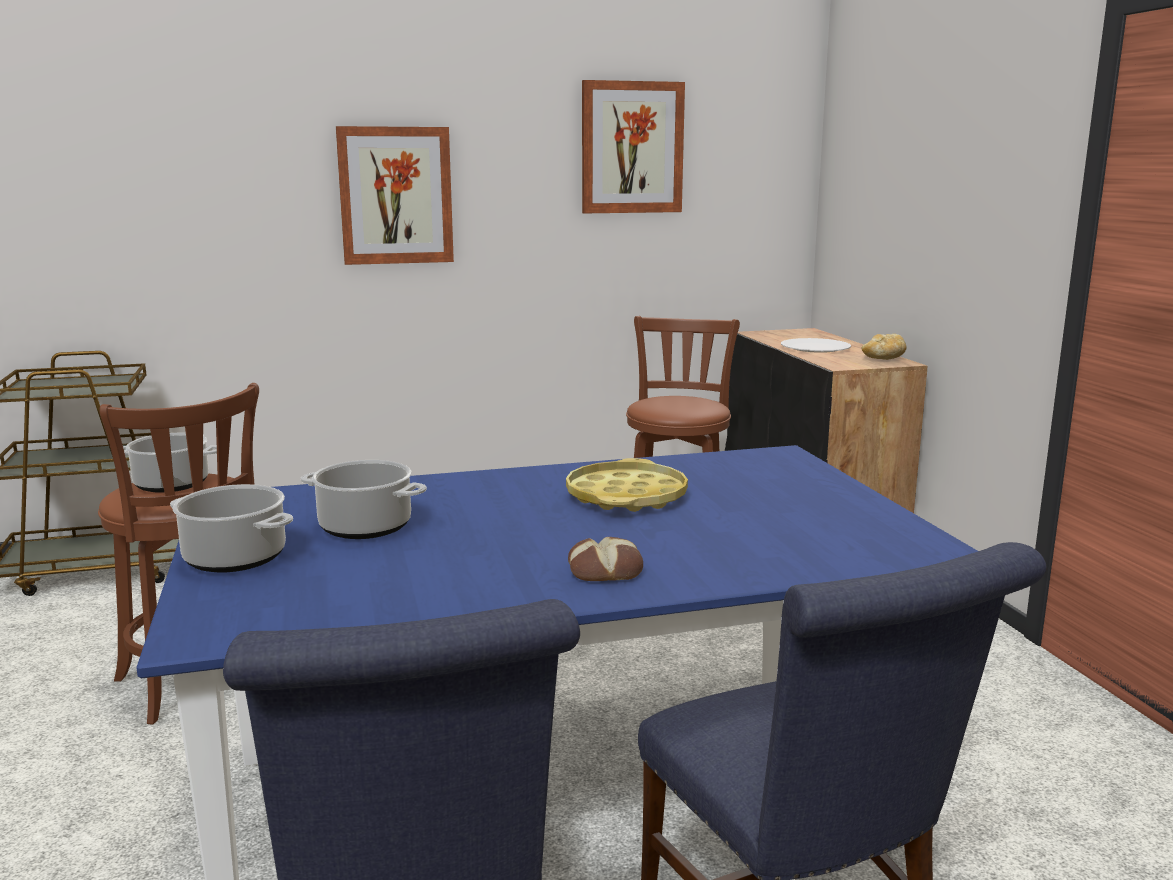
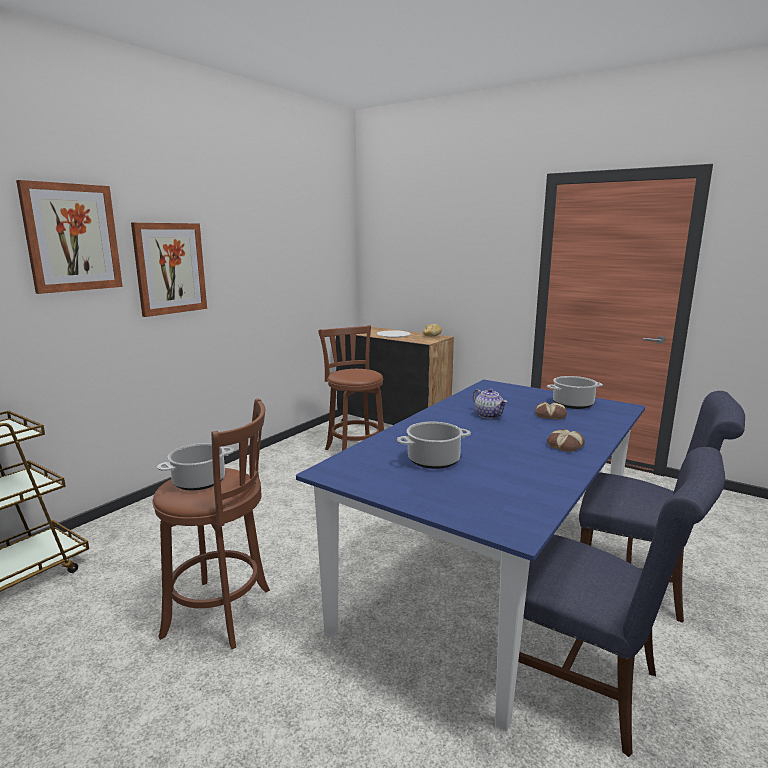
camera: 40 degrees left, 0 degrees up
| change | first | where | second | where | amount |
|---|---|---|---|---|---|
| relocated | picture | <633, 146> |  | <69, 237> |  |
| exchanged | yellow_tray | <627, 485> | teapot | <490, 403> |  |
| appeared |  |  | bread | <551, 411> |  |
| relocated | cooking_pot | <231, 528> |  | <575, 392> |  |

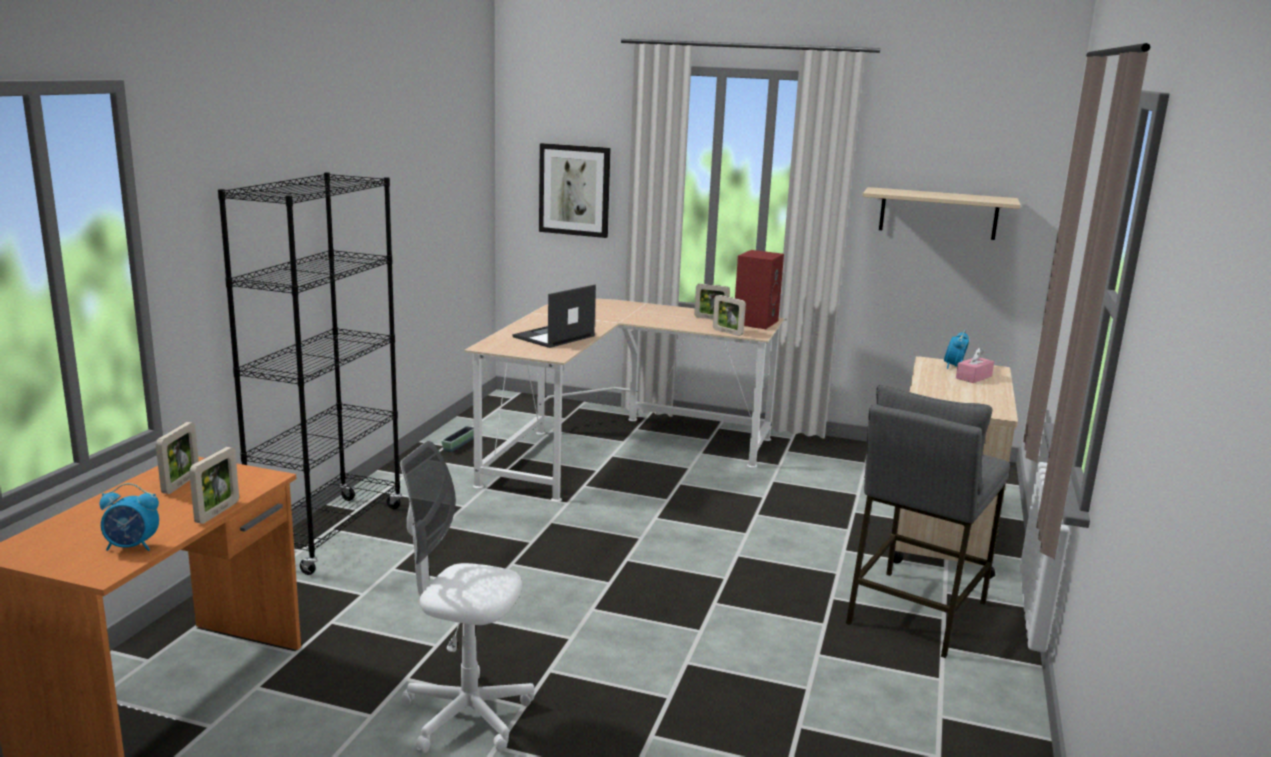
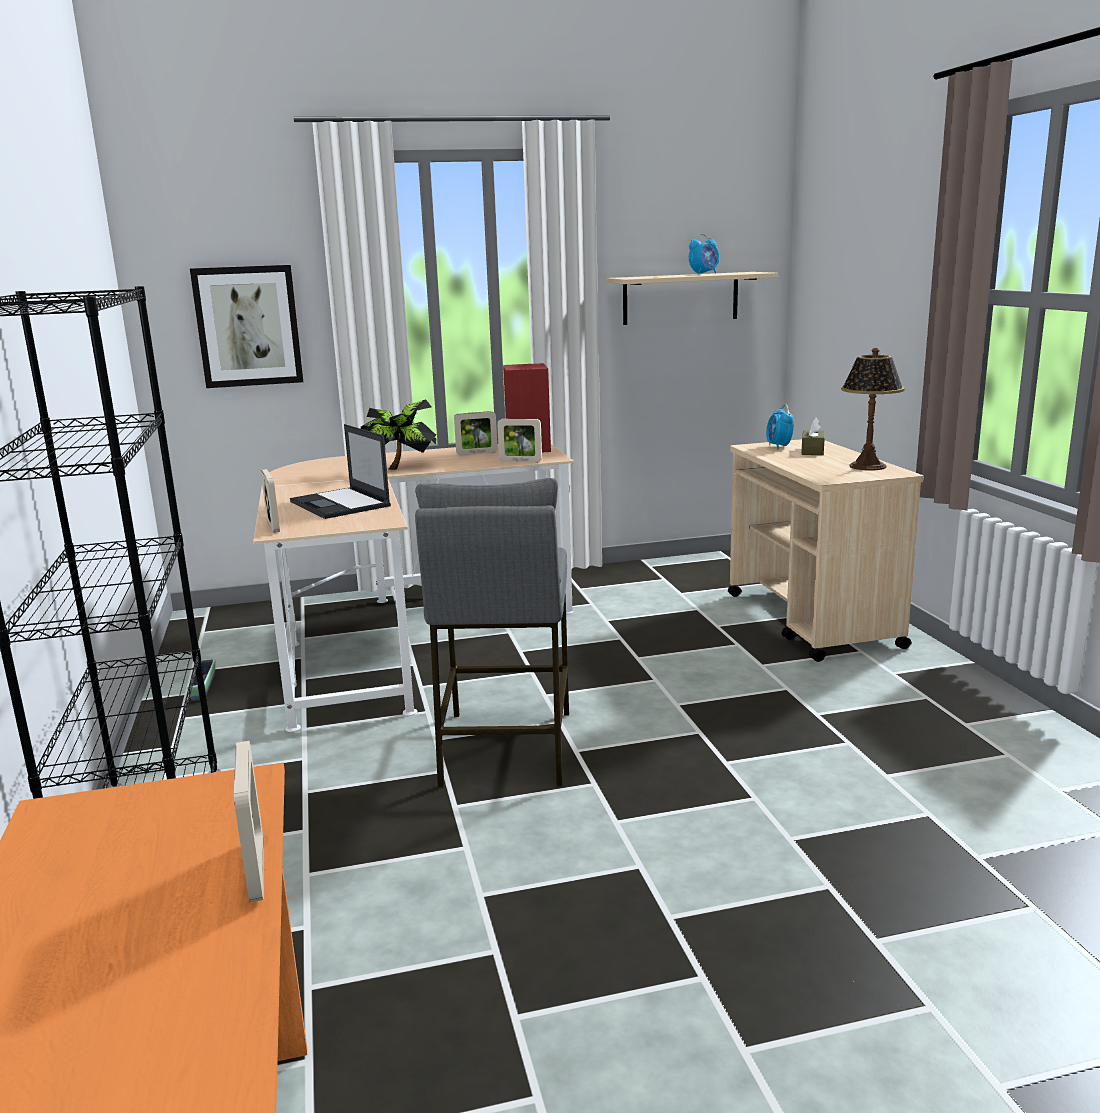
camera: 30 degrees left, 0 degrees up
| change | first | where | second | where | amount |
|---|---|---|---|---|---|
| relocated | picture_frame | <177, 458> |  | <270, 501> |  |
| spun | laptop | <554, 316> |  | <340, 471> | 45 degrees counterclockwise |
| appeared |  |  | potted_plant | <398, 434> |  |
| relocated | grey_stool | <928, 521> |  | <492, 633> |  |
| relocated | alarm_clock | <129, 517> |  | <704, 254> |  |
| colour | pink_tissue_box | <975, 365> | brown_tissue_box | <813, 436> |  |
| appeared |  |  | table_lamp | <873, 409> |  |
| missing | white_office_chair | <467, 597> |  |  |  |

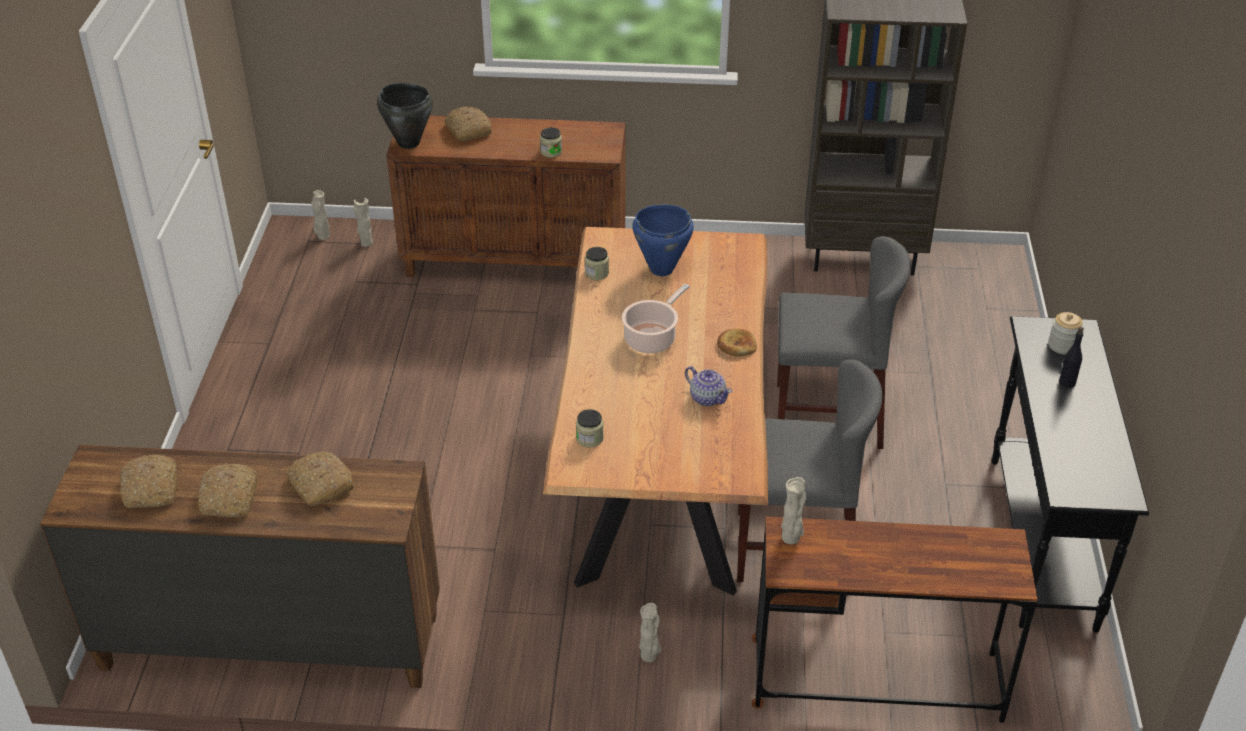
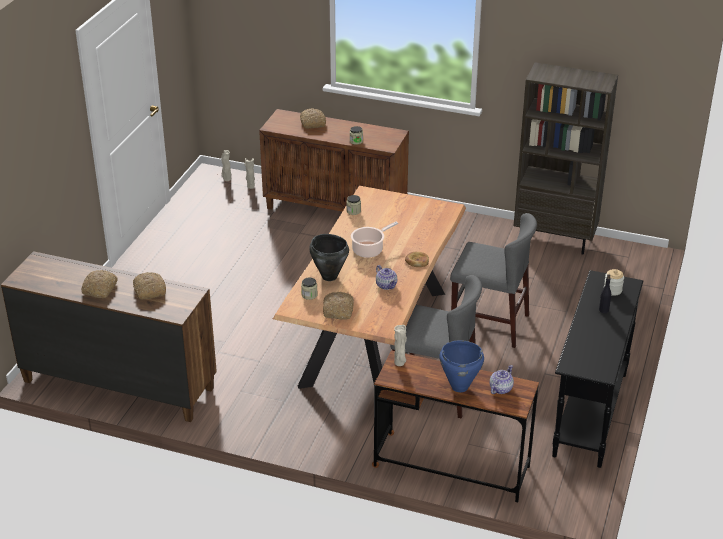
camera: 15 degrees right, 5 degrees down
| change | first | where | second | where | amount |
|---|---|---|---|---|---|
| relocated | black_cooking_pot | <405, 116> |  | <329, 257> |  |
| relocated | bread | <148, 481> |  | <338, 306> |  |
| relocated | blue_cooking_pot | <663, 240> |  | <461, 366> |  |
| appeared |  |  | teapot | <501, 379> |  |
| missing | beige_vase | <650, 632> |  |  |  |

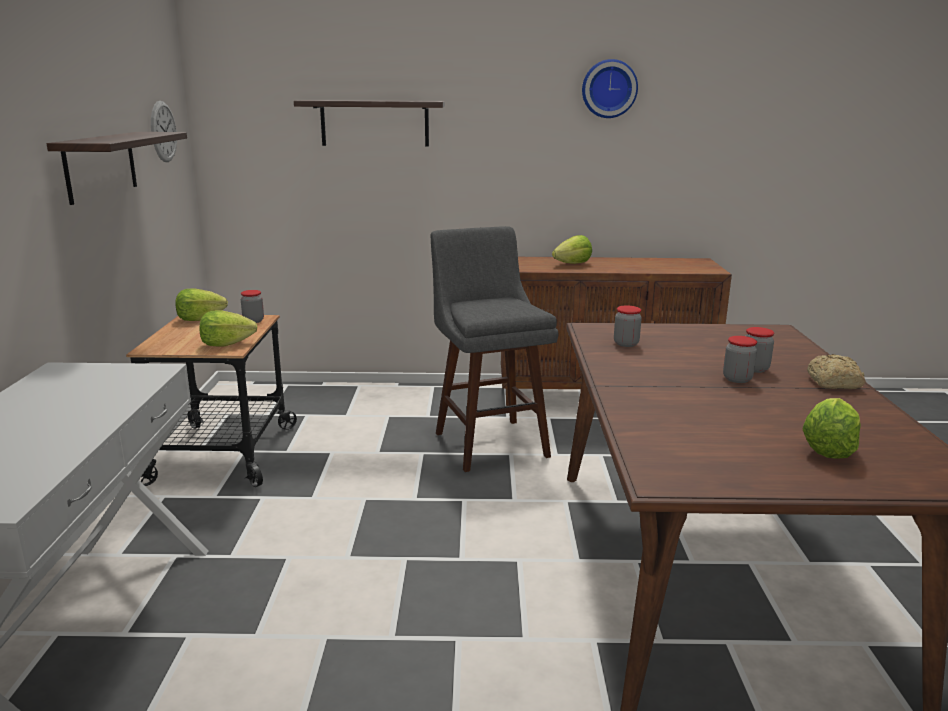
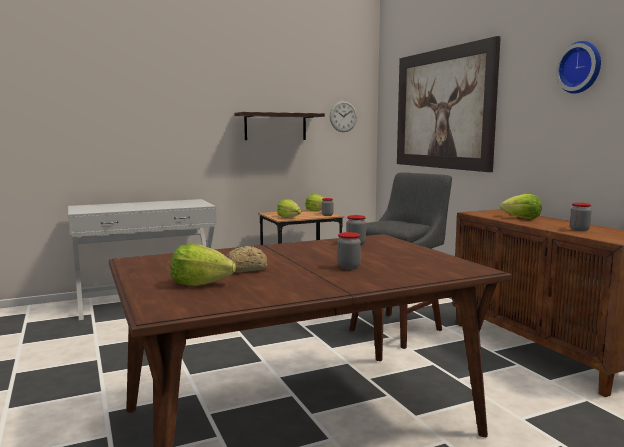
camera: 65 degrees right, 10 degrees down
| change | first | where | second | where | amount |
|---|---|---|---|---|---|
| relocated | bread | <836, 371> |  | <246, 259> |  |
| exchanged | shelf | <369, 123> | picture | <449, 104> |  |
| relocated | jar | <740, 359> |  | <581, 217> |  |

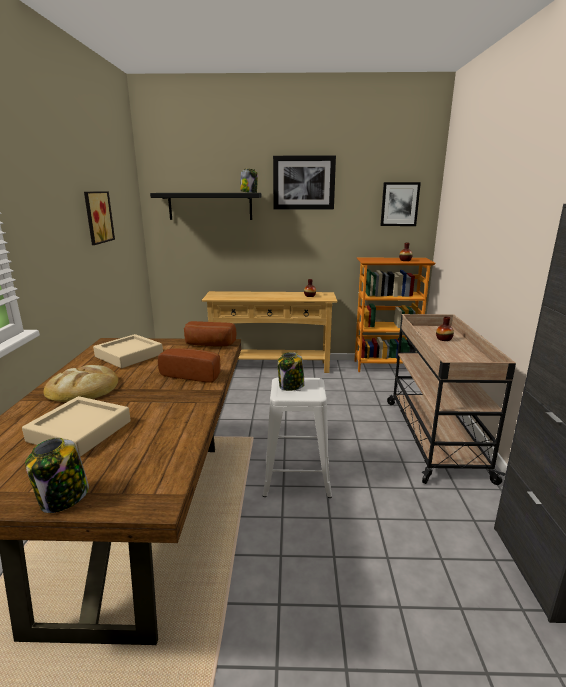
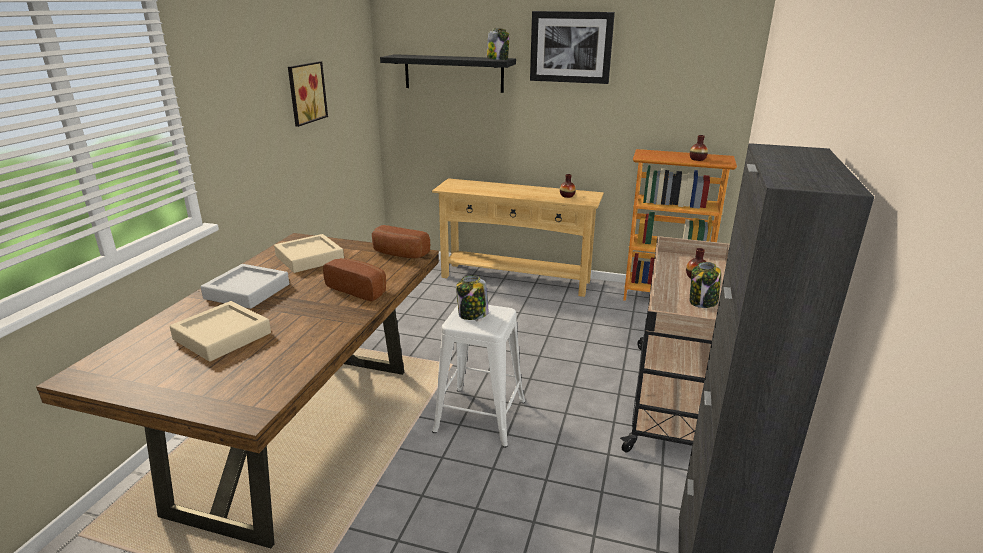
camera: 15 degrees right, 5 degrees up
| change | first | where | second | where | amount |
|---|---|---|---|---|---|
| exchanged | bread | <80, 383> | grey_tray | <245, 286> |  |
| relocated | jar | <57, 475> |  | <705, 285> |  |
| missing | picture | <400, 204> |  |  |  |

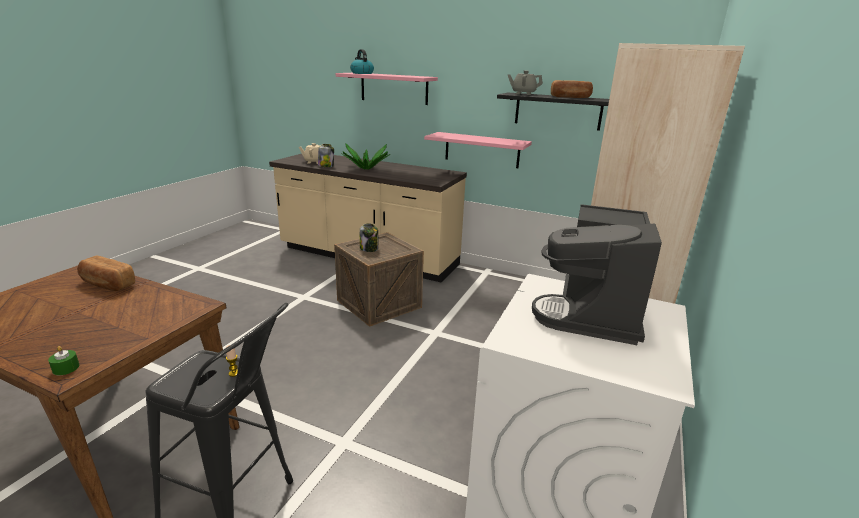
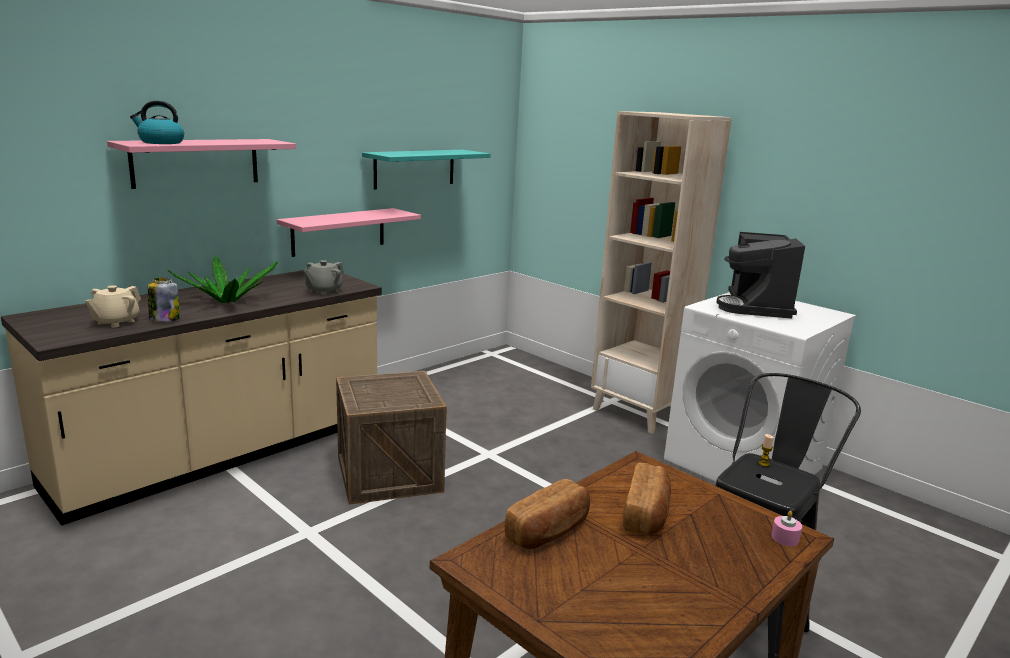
camera: 70 degrees left, 5 degrees down
| change | first | where | second | where | amount |
|---|---|---|---|---|---|
| relocated | grey_teapot | <525, 82> |  | <323, 277> |  |
| colour | black_shelf | <553, 112> | turquoise_shelf | <426, 170> |  |
| relocated | bread | <572, 89> |  | <647, 499> |  |
| spun | coffee_machine | <597, 274> |  | <760, 275> | 60 degrees clockwise |
| colour | green_candle | <63, 360> | pink_candle | <786, 528> |  |
| missing | jar | <369, 237> |  |  |  |

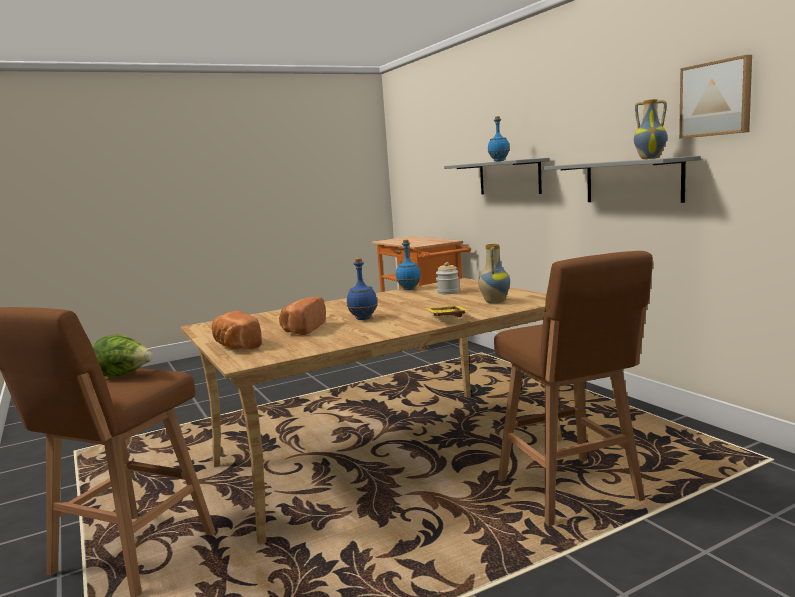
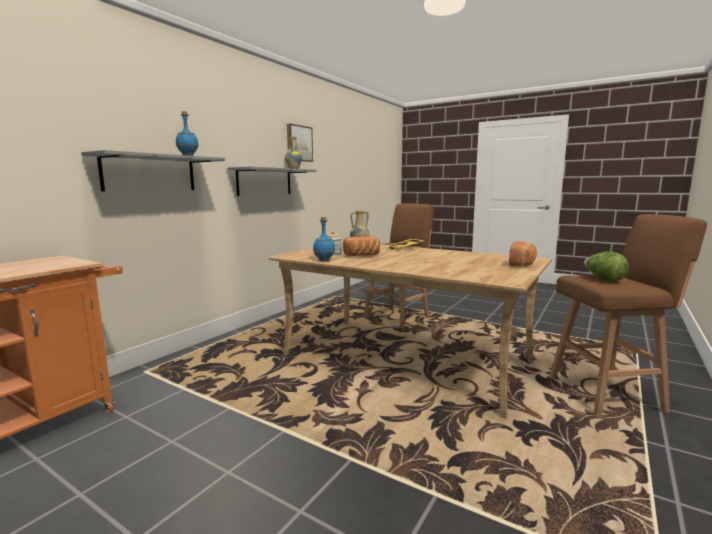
camera: 120 degrees left, 0 degrees up
| change | first | where | second | where | amount |
|---|---|---|---|---|---|
| relocated | bread | <302, 316> |  | <361, 246> |  |
| missing | blue_bottle | <362, 289> |  |  |  |

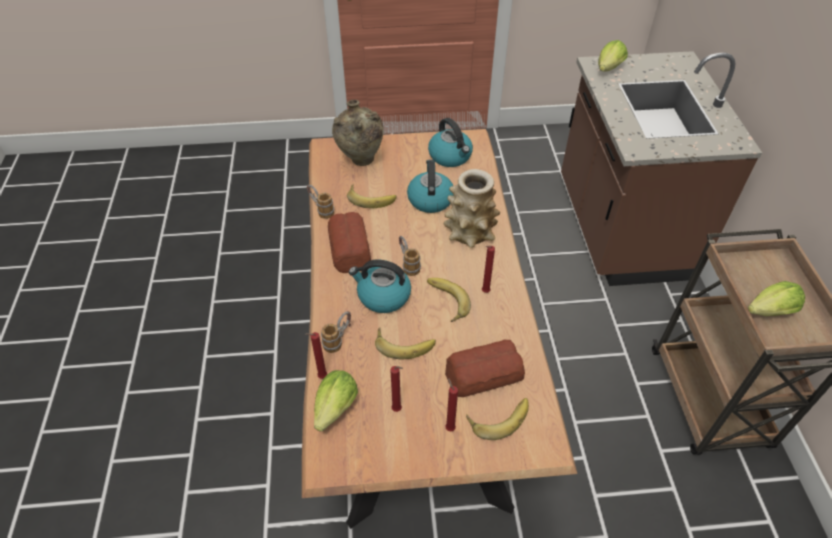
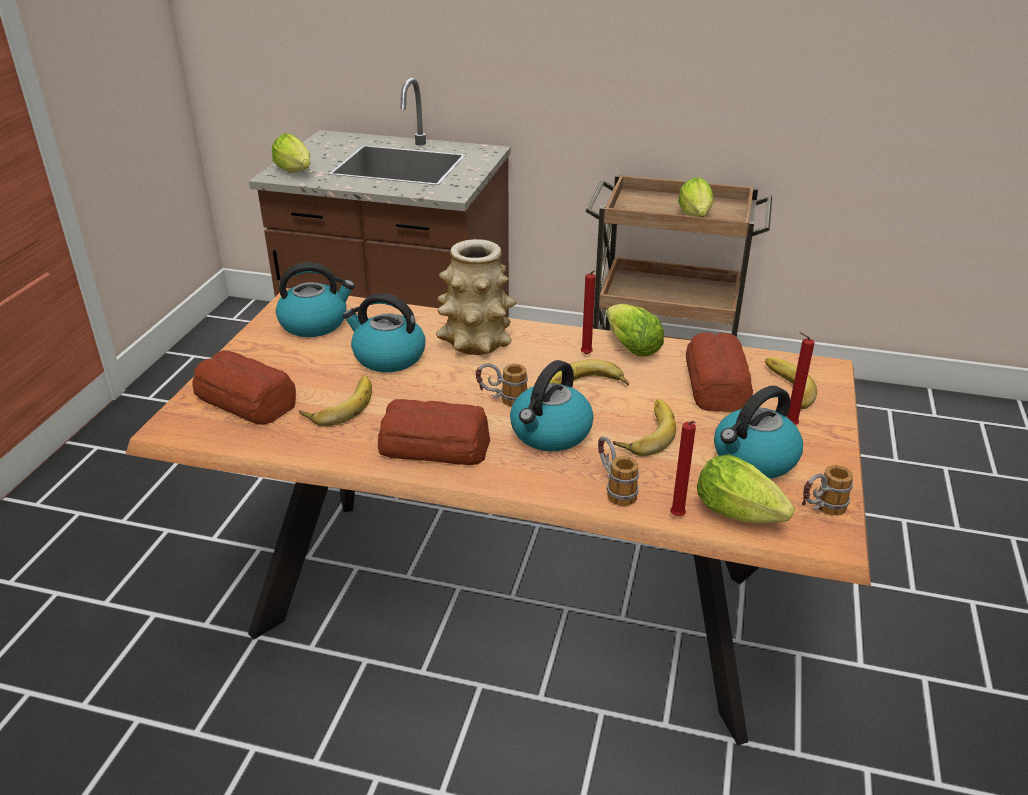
camera: 70 degrees left, 15 degrees down
| change | first | where | second | where | amount |
|---|---|---|---|---|---|
| exchanged | beige_vase | <358, 133> | bread | <244, 387> |  |
| appeared |  |  | lettuce | <635, 330> |  |
| exchanged | red_candle | <396, 389> | kettle | <758, 432> |  |
| relocated | mug | <320, 202> |  | <827, 490> |  |

